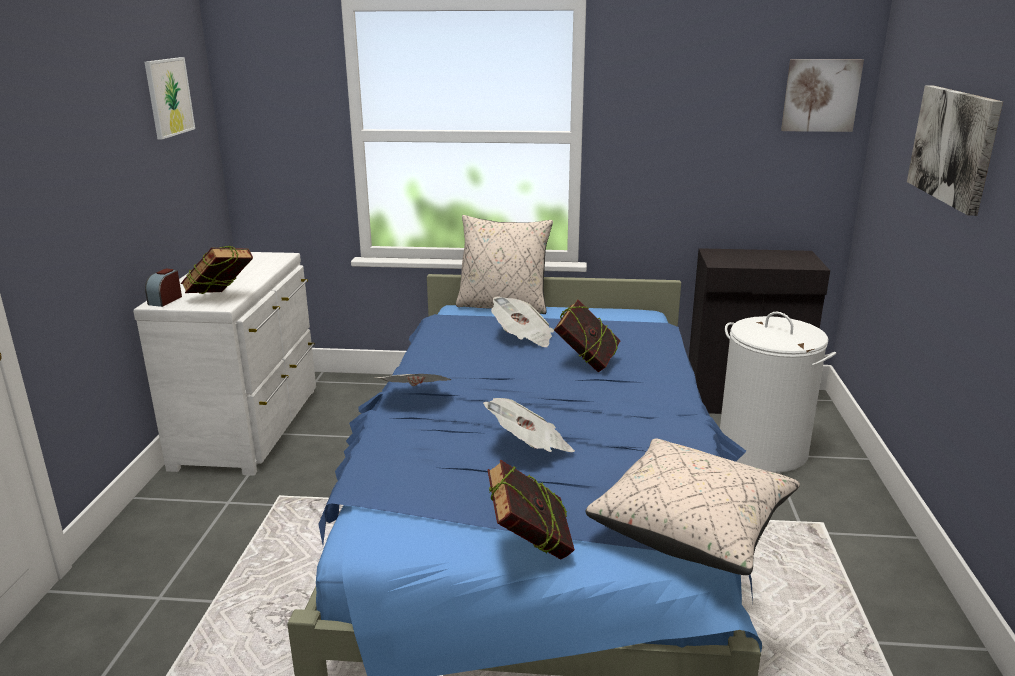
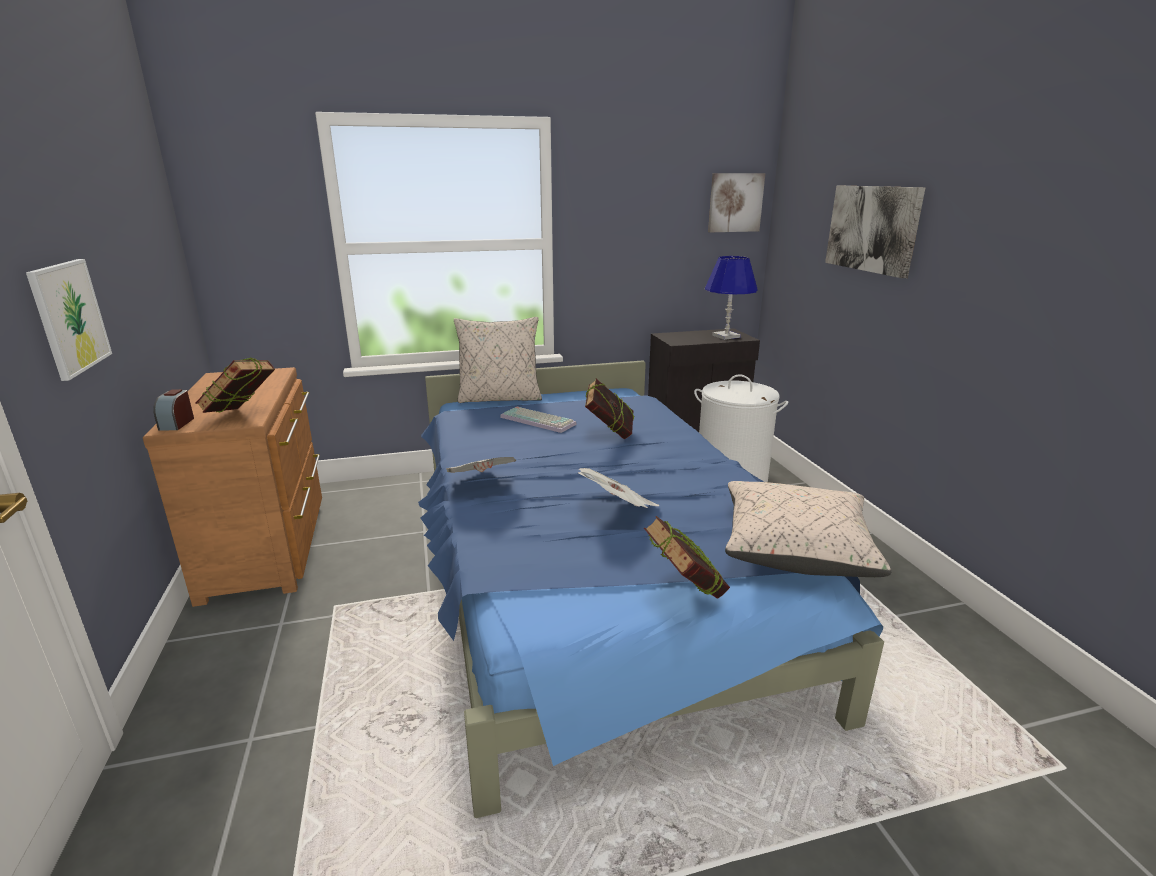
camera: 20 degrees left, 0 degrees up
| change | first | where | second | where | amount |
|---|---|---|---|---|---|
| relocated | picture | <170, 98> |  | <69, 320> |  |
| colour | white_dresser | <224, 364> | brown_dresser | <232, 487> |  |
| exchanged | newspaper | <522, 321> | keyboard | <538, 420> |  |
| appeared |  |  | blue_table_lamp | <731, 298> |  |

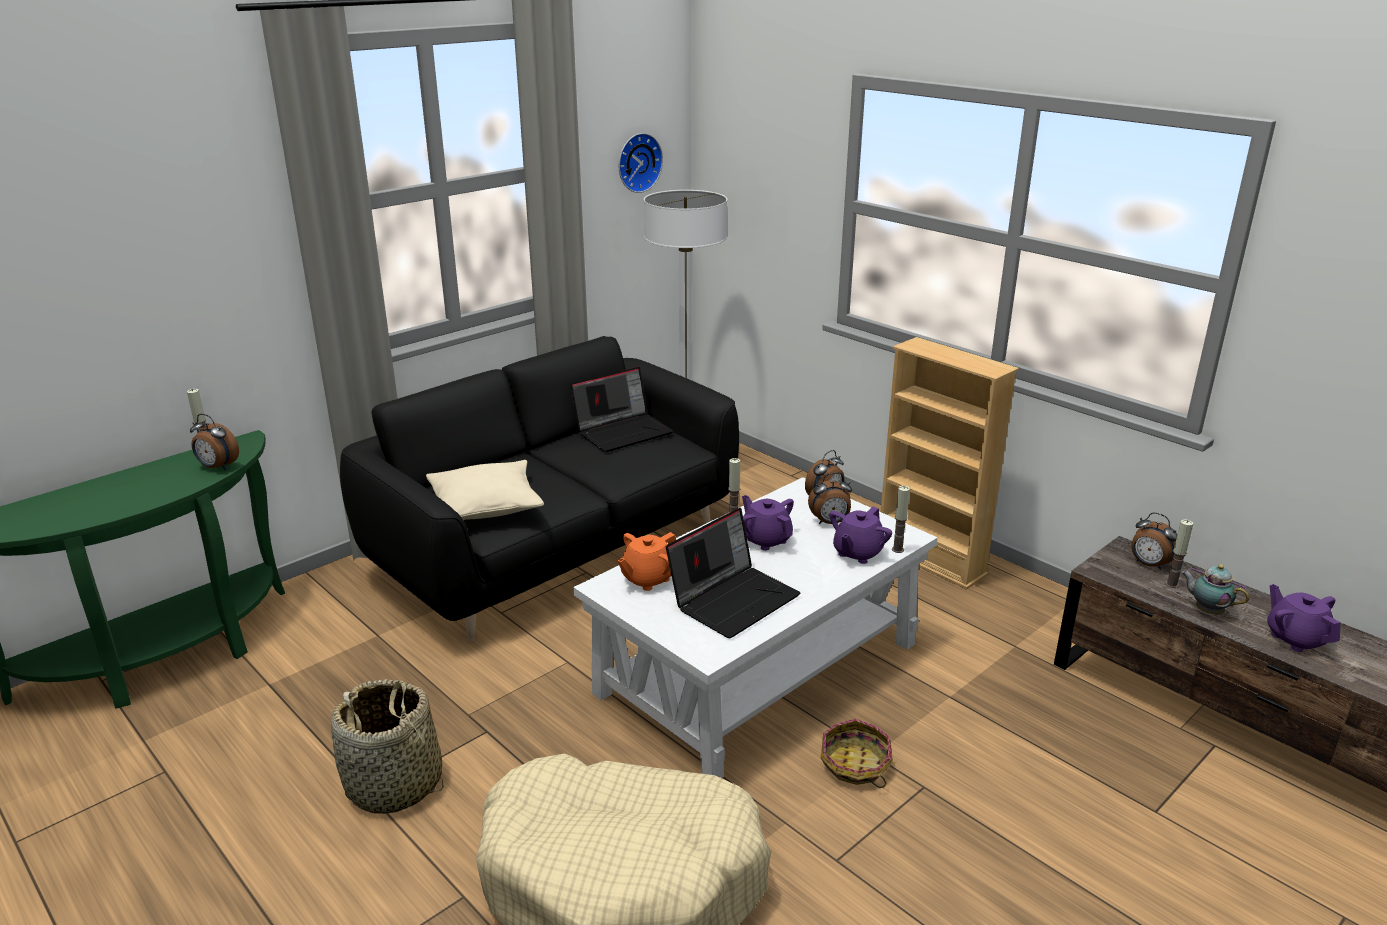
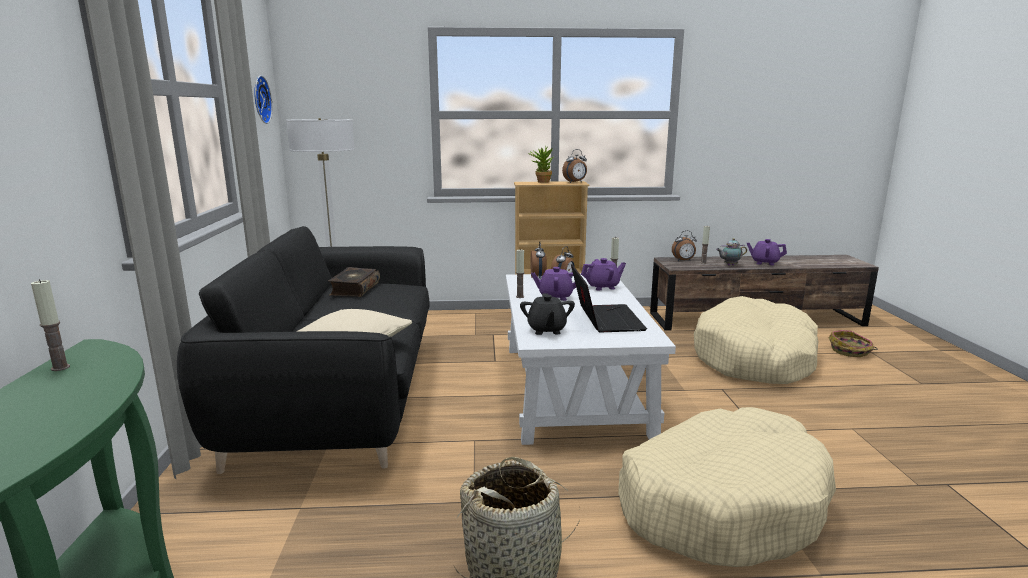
camera: 50 degrees left, 10 degrees down
| change | first | where | second | where | amount |
|---|---|---|---|---|---|
| exchanged | laptop | <622, 409> | book | <354, 282> |  |
| colour | orange_teapot | <646, 561> | black_teapot | <547, 314> |  |
| appeared |  |  | potted_plant | <541, 164> |  |
| relocated | alarm_clock | <214, 442> |  | <574, 166> |  |
| spun | purple_teapot | <860, 535> |  | <603, 274> | 90 degrees counterclockwise |
| appeared |  |  | beige_dog_bed | <756, 340> |  |
| relocated | basket | <857, 753> |  | <853, 343> |  |

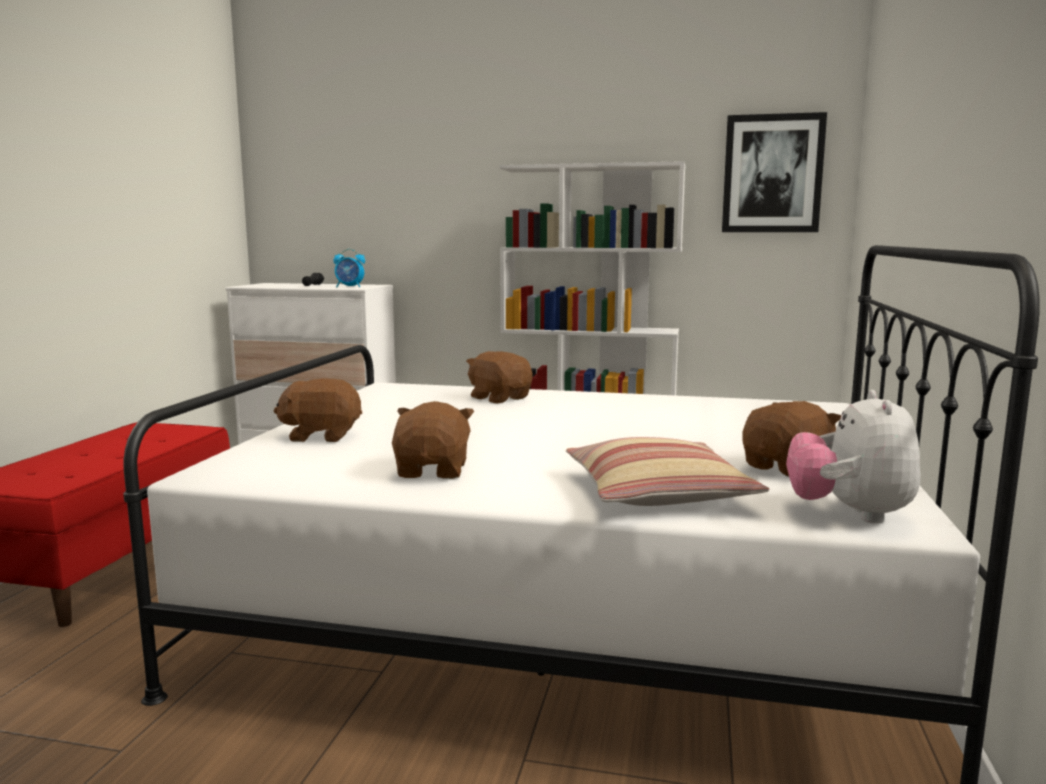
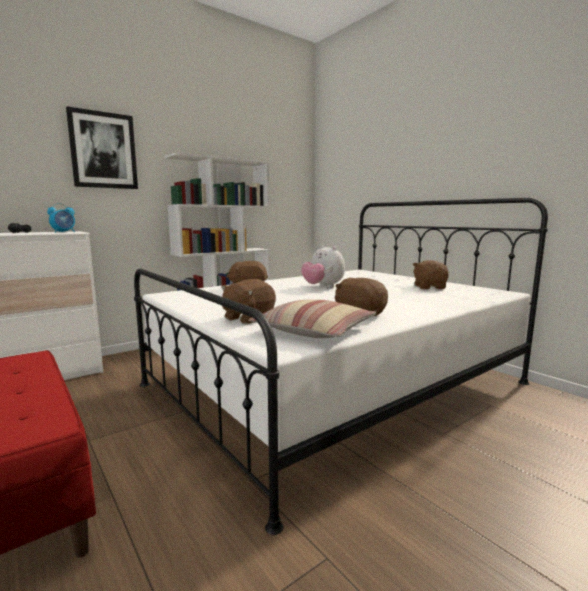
camera: 50 degrees left, 0 degrees up
| change | first | where | second | where | amount |
|---|---|---|---|---|---|
| relocated | picture | <774, 172> |  | <102, 148> |  |
| relocated | pillow | <668, 471> |  | <312, 318> |  |
| relocated | plush_toy | <853, 456> |  | <323, 266> |  |

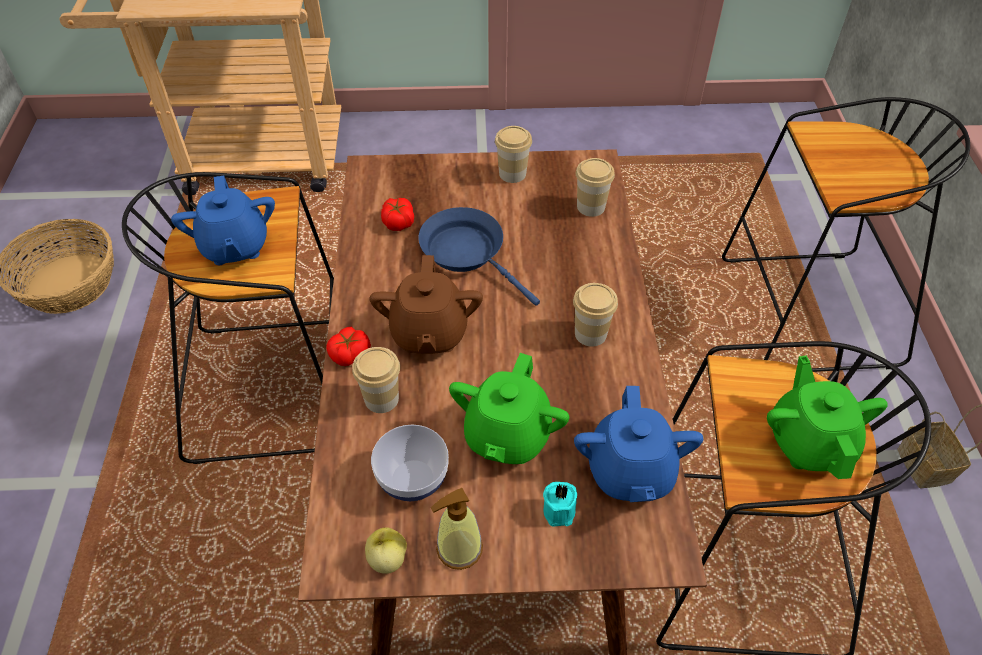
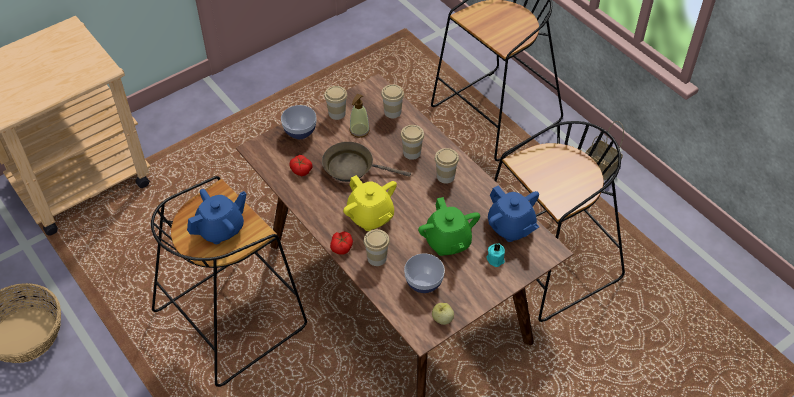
camera: 35 degrees left, 0 degrees up
| change | first | where | second | where | amount |
|---|---|---|---|---|---|
| spun | blue_teapot | <223, 220> |  | <216, 216> | 75 degrees counterclockwise |
| appeared |  |  | bowl | <298, 122> |  |
| colour | blue_frying_pan | <479, 256> | brown_frying_pan | <366, 162> |  |
| colour | brown_teapot | <426, 304> | yellow_teapot | <370, 203> |  |
| relocated | soap_dispenser | <457, 529> |  | <359, 116> |  |
| appeared |  |  | cup | <412, 142> |  |
| missing | green_teapot | <827, 417> |  |  |  |

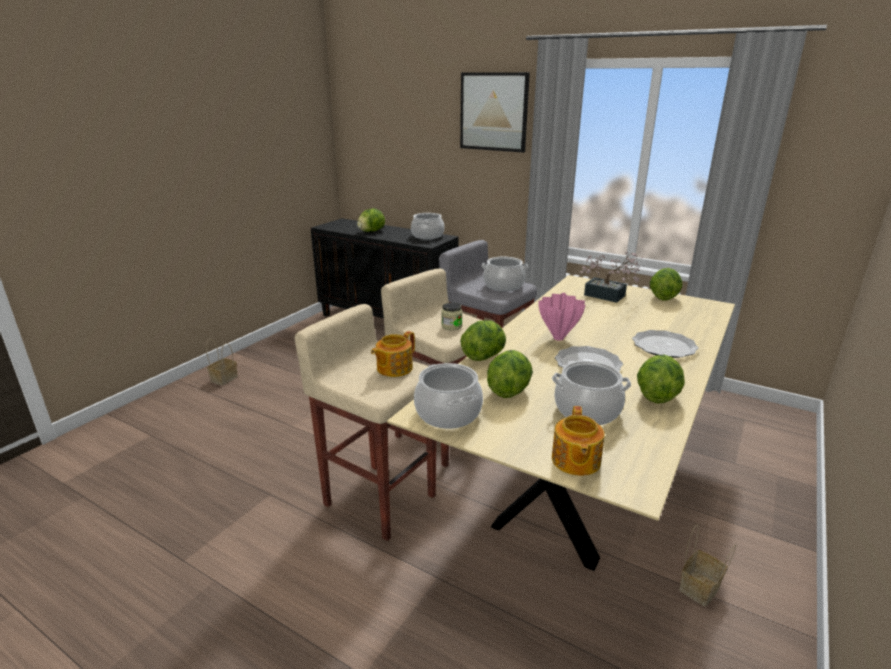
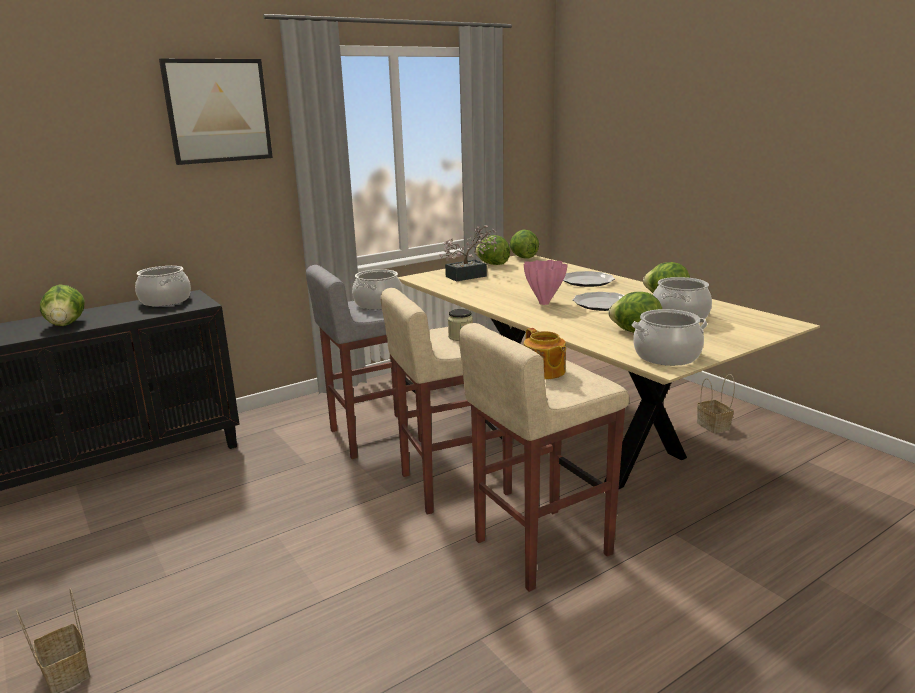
camera: 65 degrees left, 5 degrees down
| change | first | where | second | where | amount |
|---|---|---|---|---|---|
| relocated | lettuce | <483, 340> |  | <524, 244> |  |
| missing | teapot | <578, 441> |  |  |  |

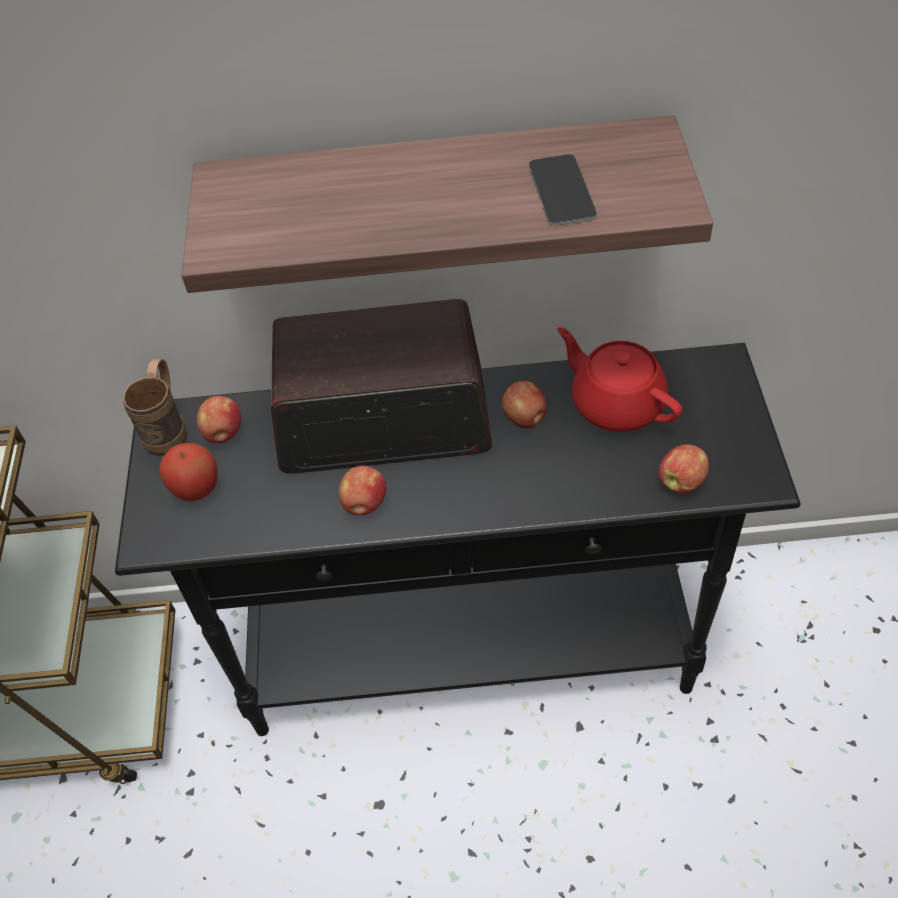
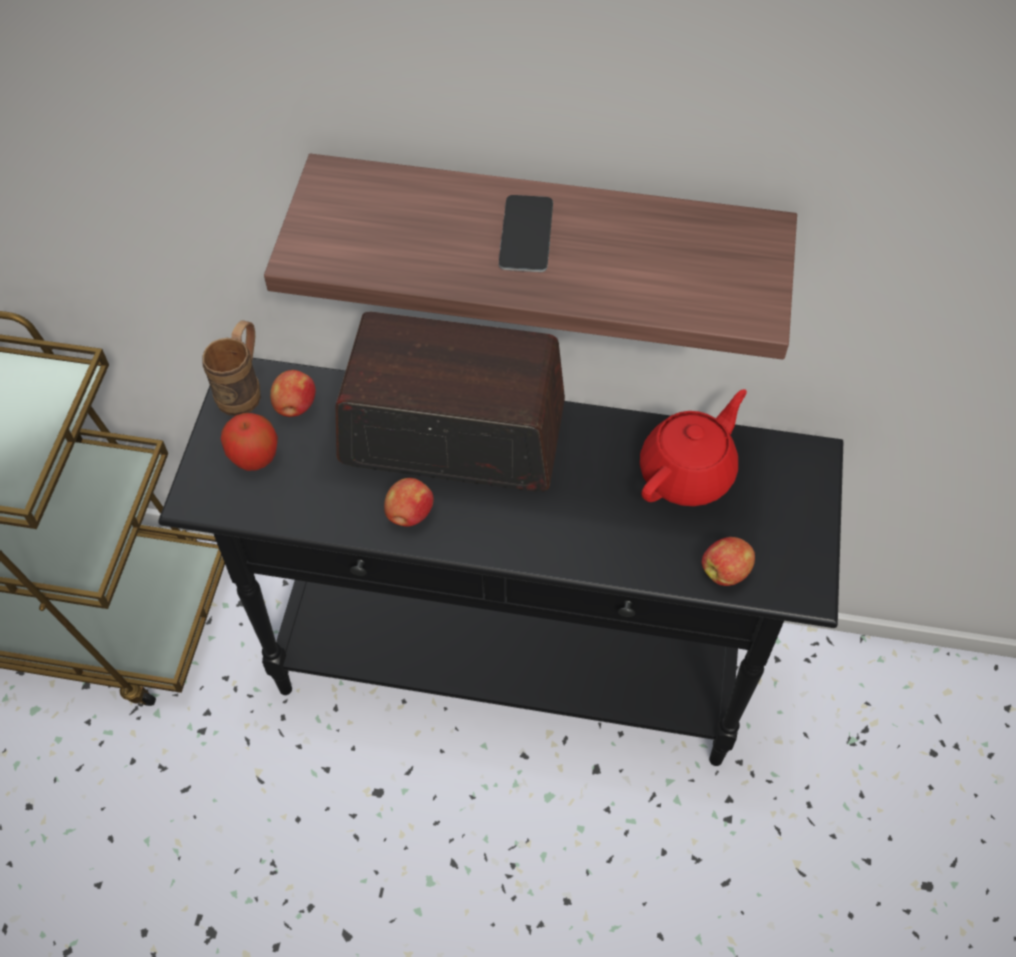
camera: 10 degrees right, 5 degrees up
| change | first | where | second | where | amount |
|---|---|---|---|---|---|
| relocated | phone | <563, 189> |  | <526, 233> |  |
| spun | red_teapot | <619, 379> |  | <693, 447> | 75 degrees clockwise |
| missing | apple | <524, 404> |  |  |  |

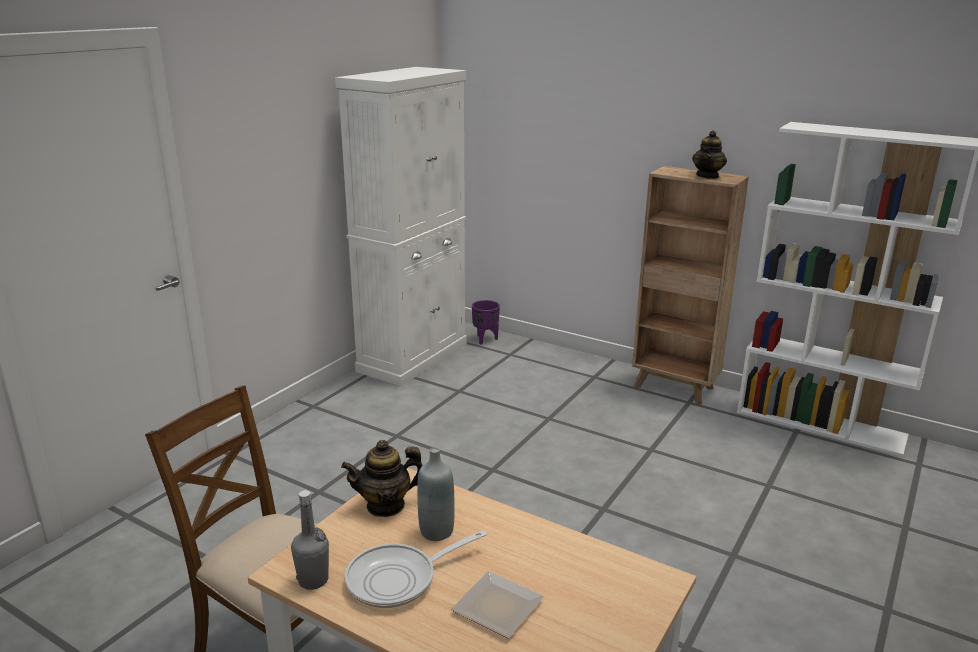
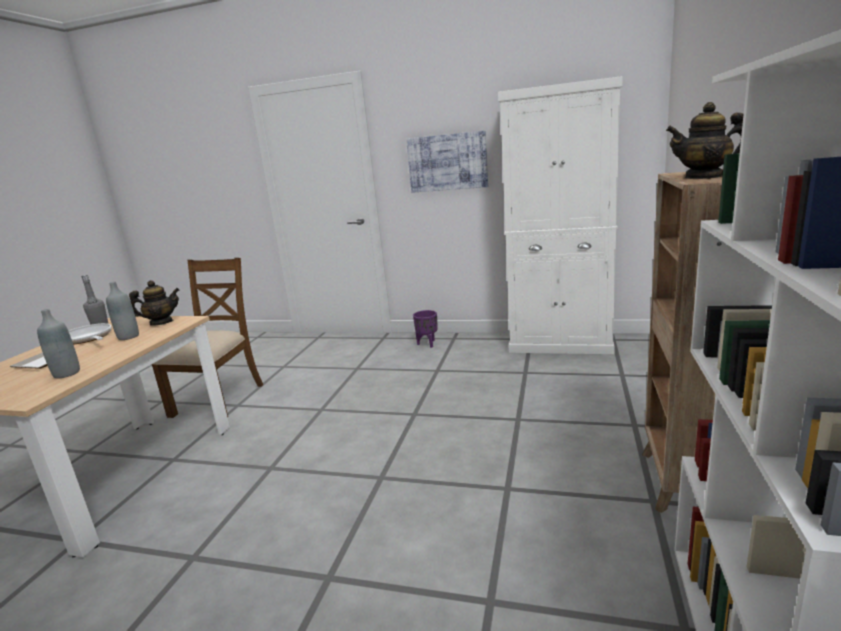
camera: 75 degrees right, 5 degrees down
| change | first | where | second | where | amount |
|---|---|---|---|---|---|
| appeared |  |  | grey_bottle | <58, 343> |  |
| spun | teapot | <382, 478> |  | <154, 302> | 105 degrees clockwise |
| appeared |  |  | picture | <447, 162> |  |
| relocated | purple_planter | <486, 322> |  | <425, 329> |  |

